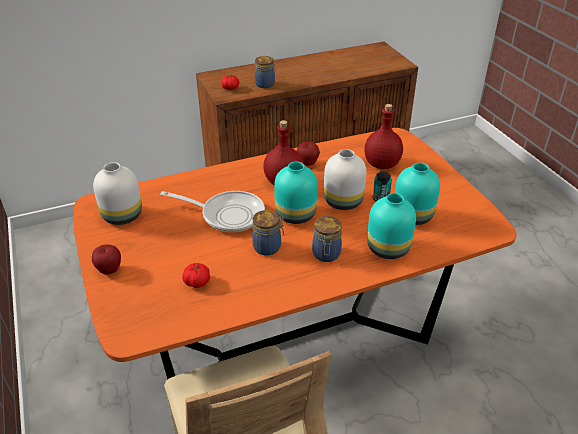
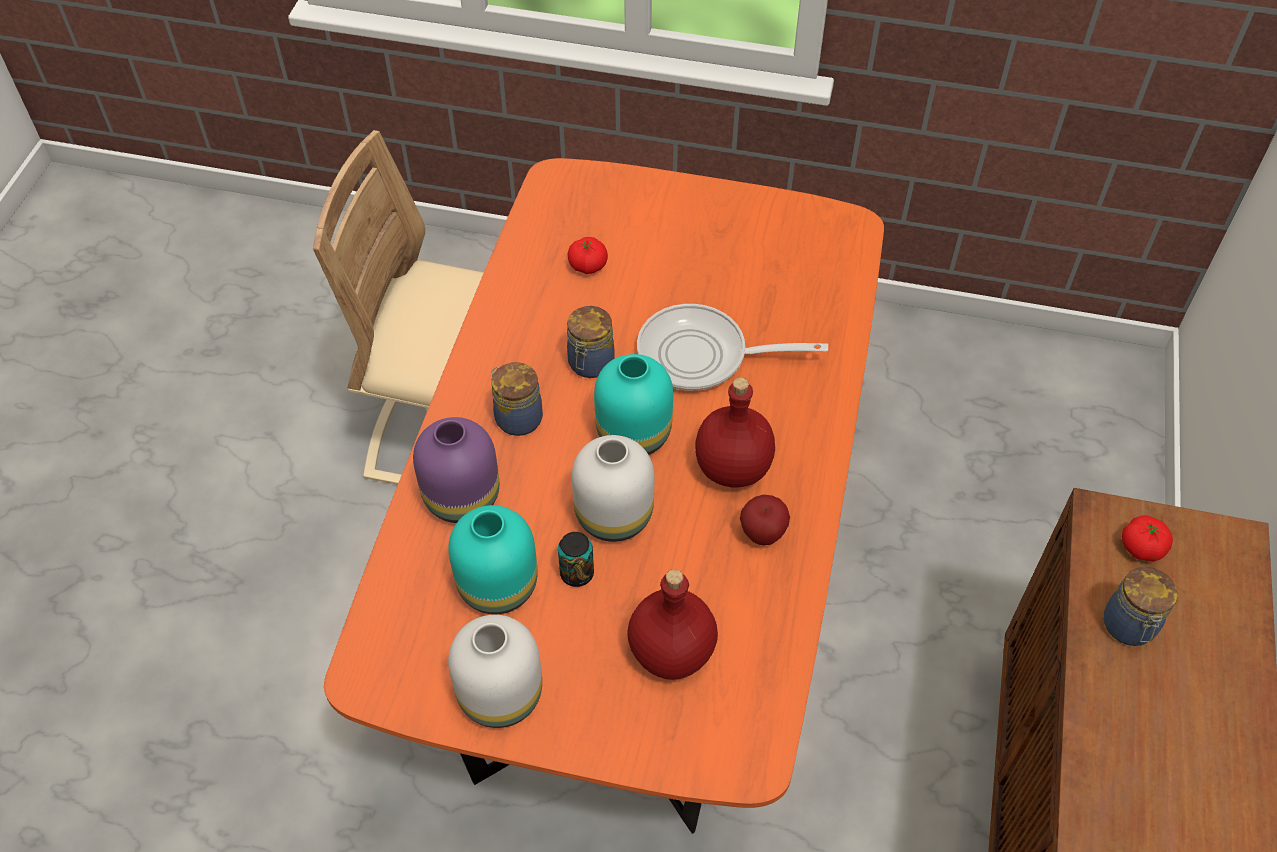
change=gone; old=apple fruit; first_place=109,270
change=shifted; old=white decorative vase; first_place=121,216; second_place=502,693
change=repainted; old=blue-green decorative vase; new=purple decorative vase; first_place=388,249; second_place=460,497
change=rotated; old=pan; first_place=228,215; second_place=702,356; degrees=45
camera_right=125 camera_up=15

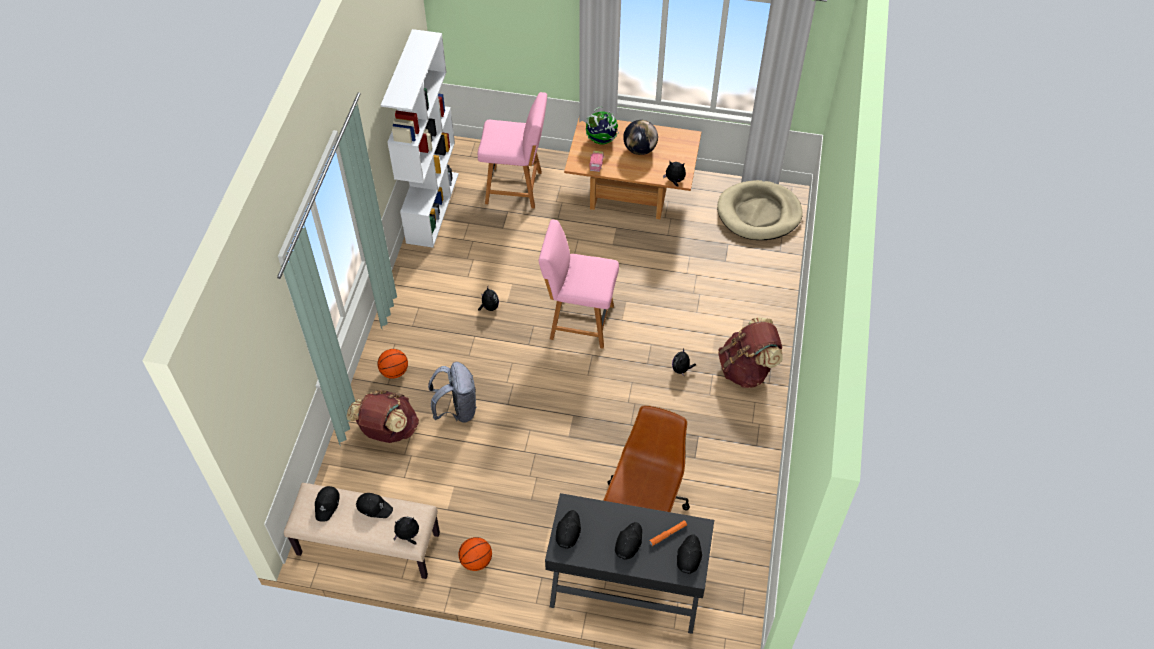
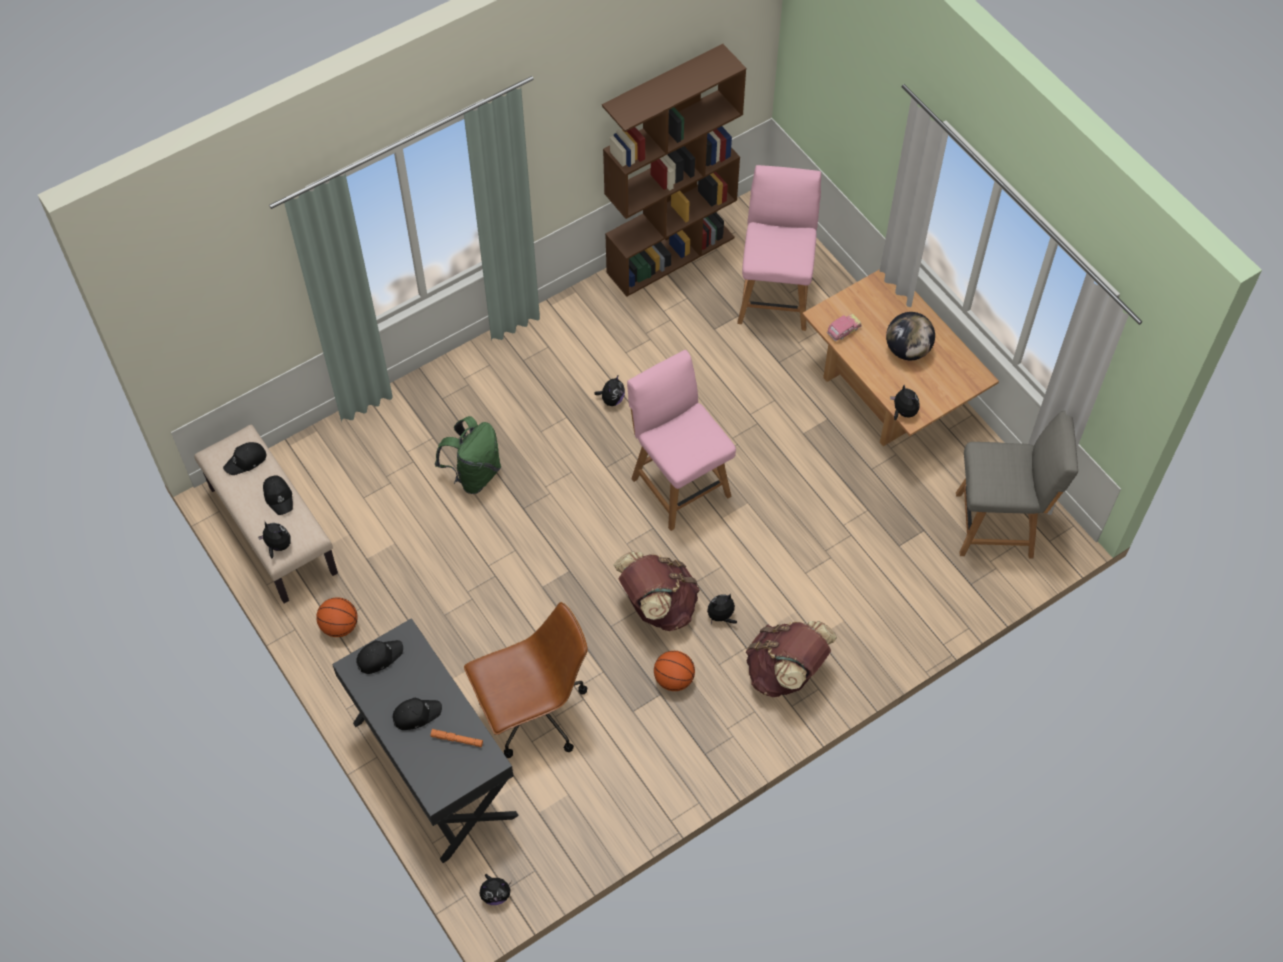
change=gone; old=globe; first_place=601,140
change=gone; old=black-coloured cap; first_place=688,555
change=new; new=cuddly toy; second_place=495,894
change=shifted; old=brown-coloured backpack; first_place=387,431; second_place=657,606
change=shifted; old=ball for basketball; first_place=394,372; second_place=673,679
change=swapped; old=beige-coloured dog cushion; new=greyish chair; first_place=759,213; second_place=998,525
change=repainted; old=white shelving unit; new=brown-coloured shelving unit; first_place=432,207; second_place=670,254
change=repainted; old=greyish backpack; new=greenish backpack; first_place=457,409; second_place=474,474
change=rotated; old=pink-coloured chair; first_place=516,188; second_place=774,297; degrees=-135
camera_right=45 camera_up=5

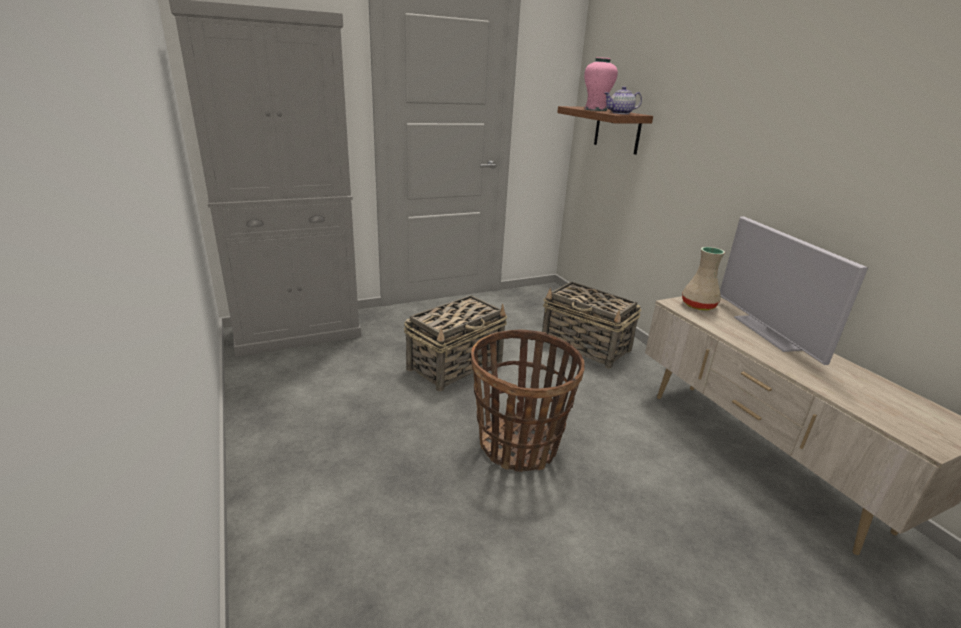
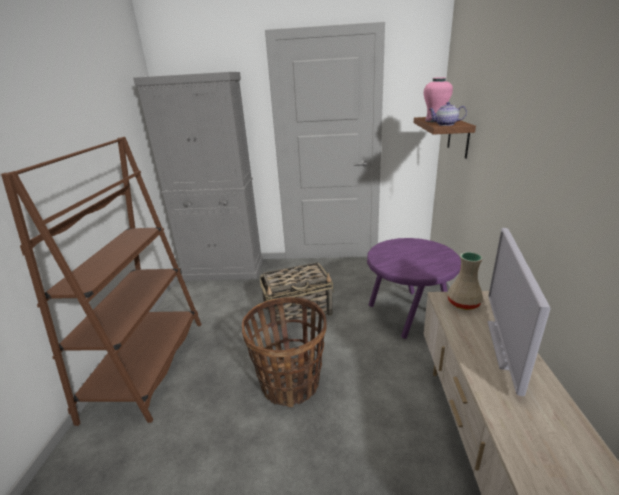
change=new; new=brown-coloured shelving unit; second_place=148,367
change=swapped; old=basket; new=purple accent table; first_place=586,346; second_place=408,315
camera_right=30 camera_up=0

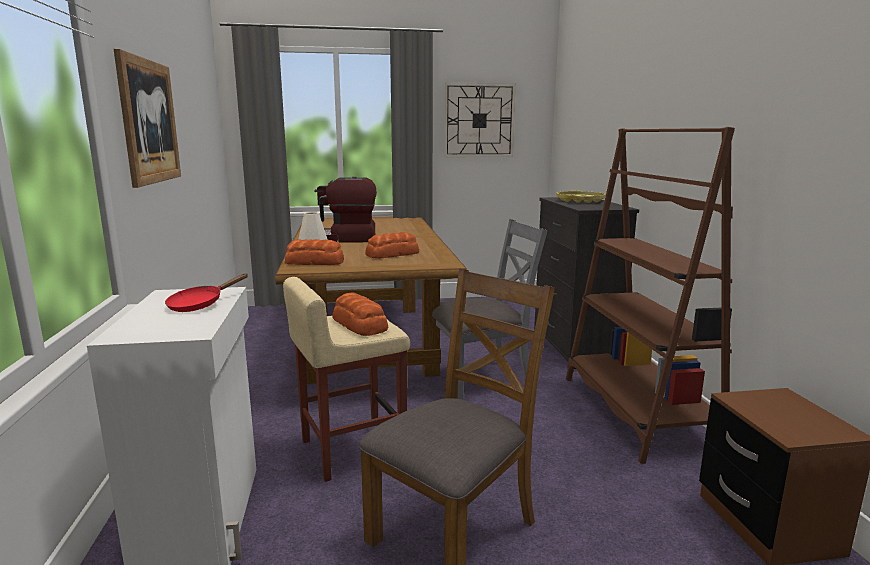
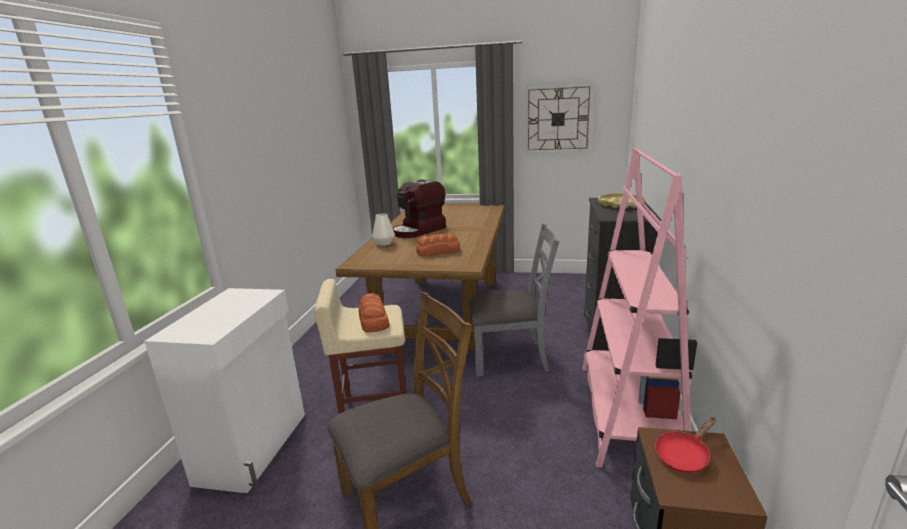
change=gone; old=picture; first_place=149,121
change=gone; old=bread; first_place=315,262
change=shifted; old=red pan; first_place=200,304; second_place=684,455
change=repainted; old=brown-coloured shelving unit; new=pink-coloured shelving unit; first_place=636,412; second_place=628,412
change=rotated; old=coffee maker; first_place=345,239; second_place=419,230; degrees=-60
camera_right=20 camera_up=5

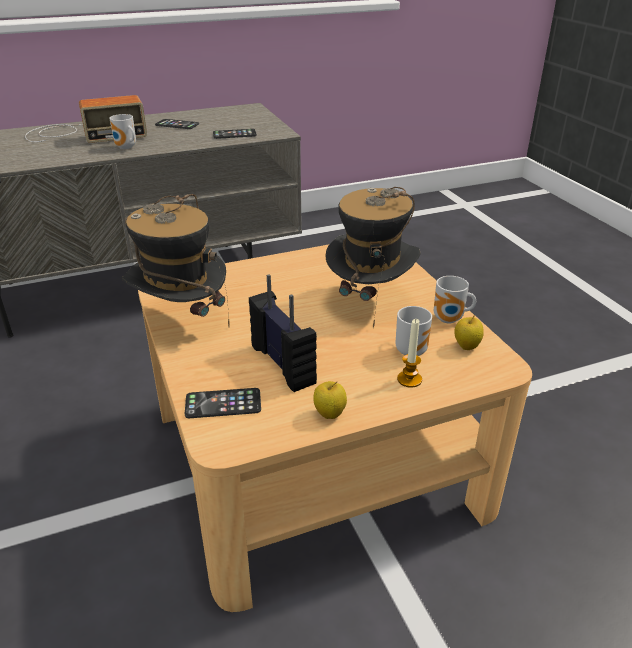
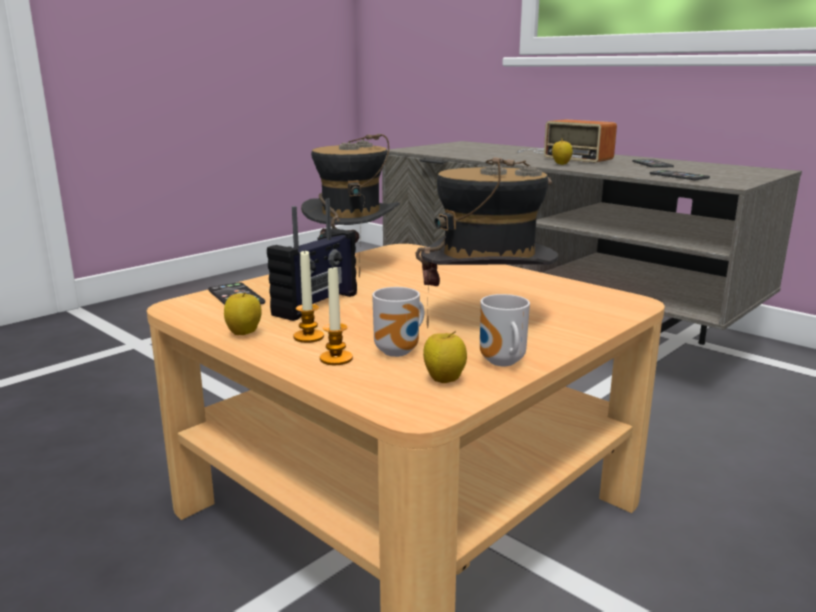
change=new; new=candle; second_place=308,337
change=swapped; old=coffee mug; new=apple fruit; first_place=126,147; second_place=561,164
camera_right=65 camera_up=-15

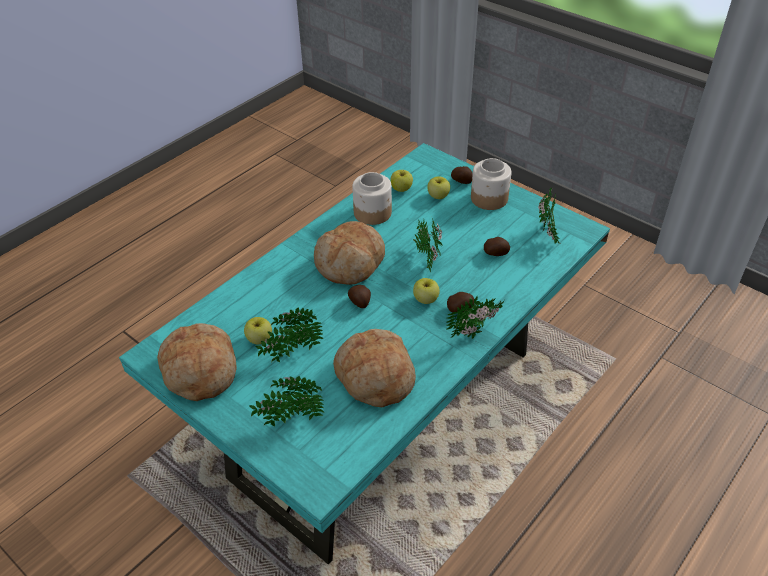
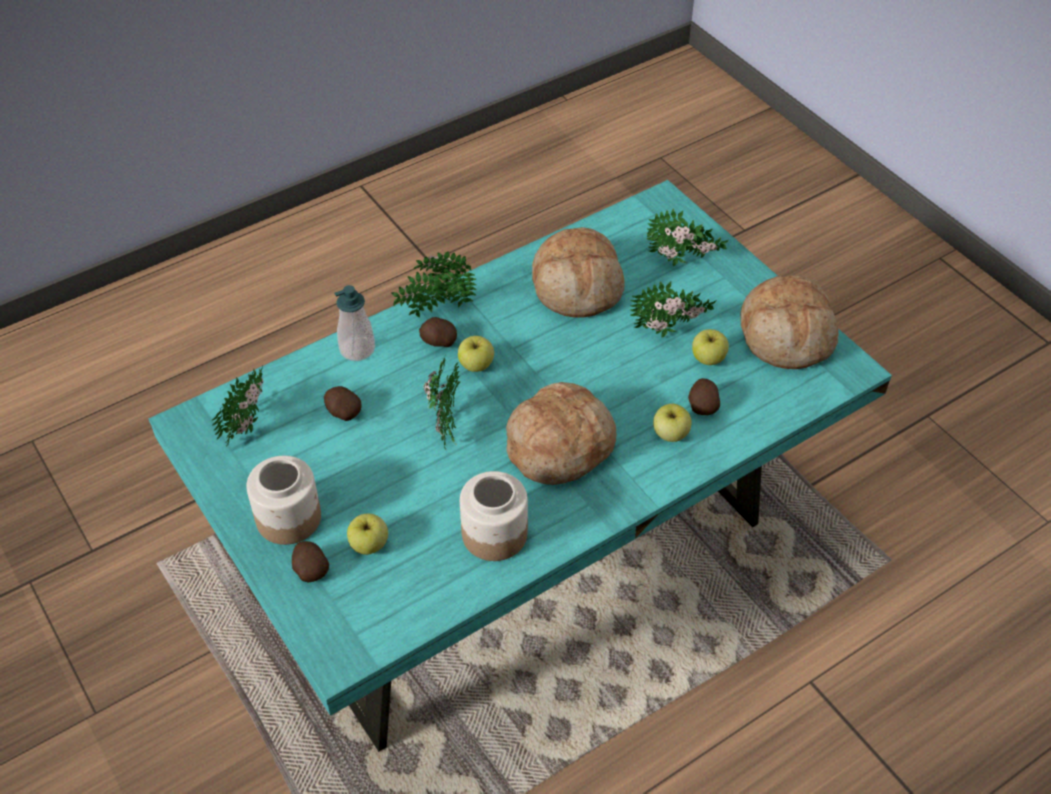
change=new; new=liquid soap bottle; second_place=357,349
change=shifted; old=potato; first_place=360,302; second_place=702,405
change=shifted; old=apple fruit; first_place=401,189; second_place=670,434
camera_right=-165 camera_up=5

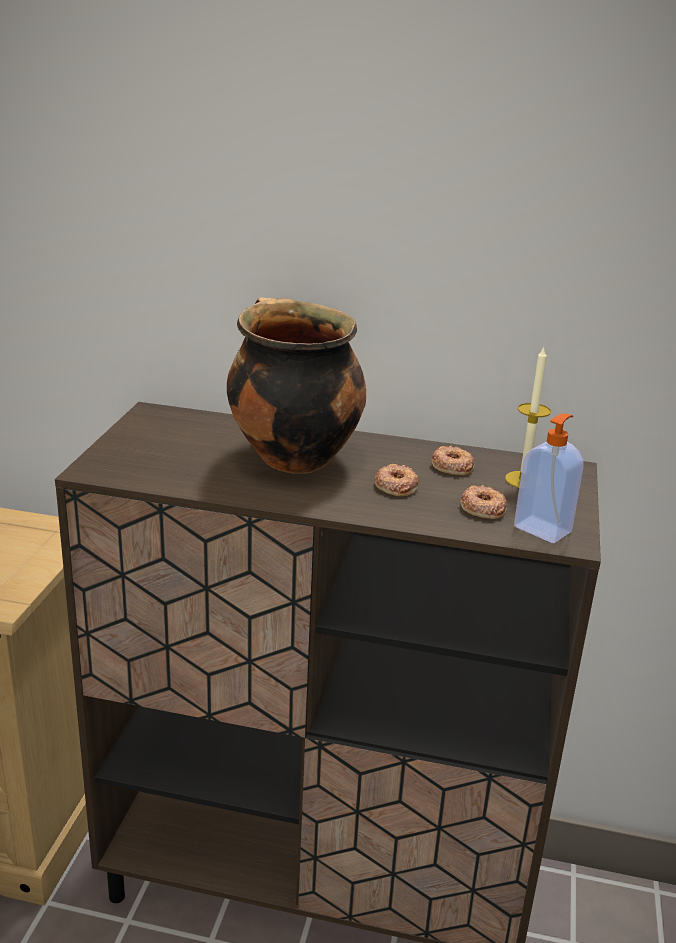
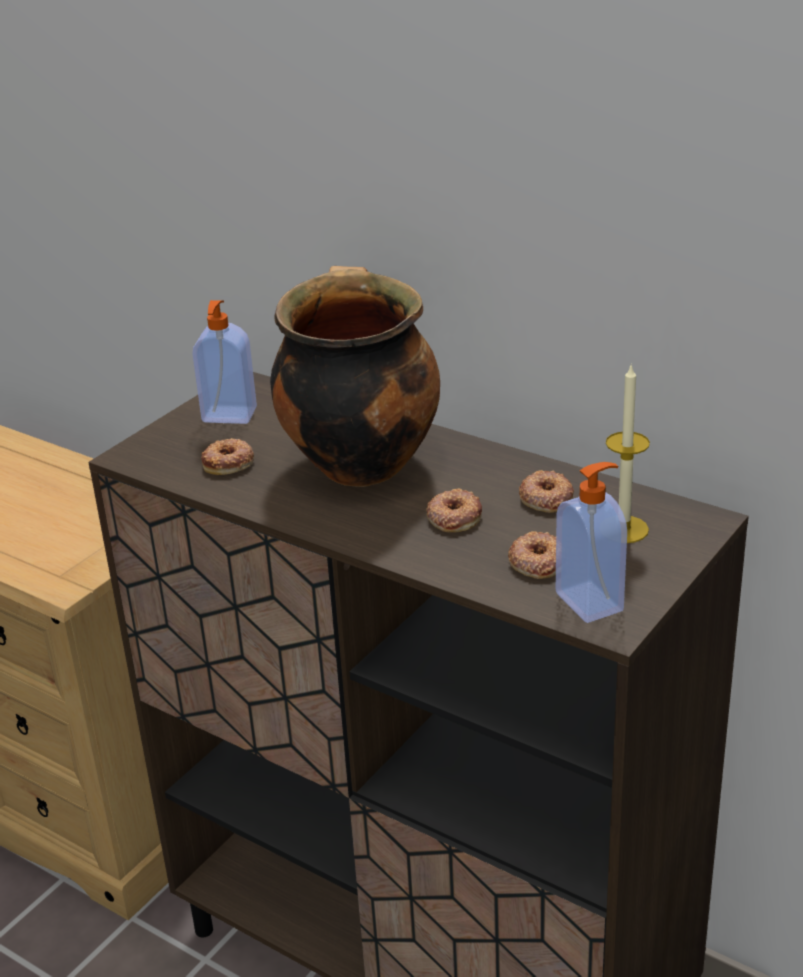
change=new; new=liquid soap bottle; second_place=229,416
change=new; new=donut; second_place=229,462
camera_right=25 camera_up=5

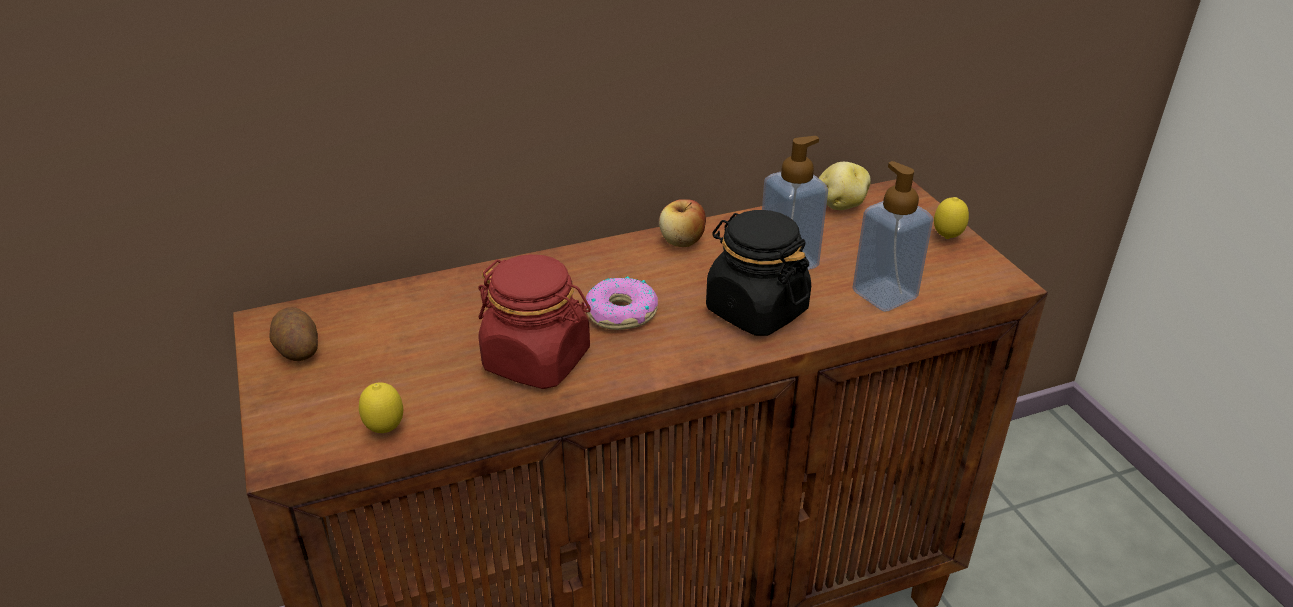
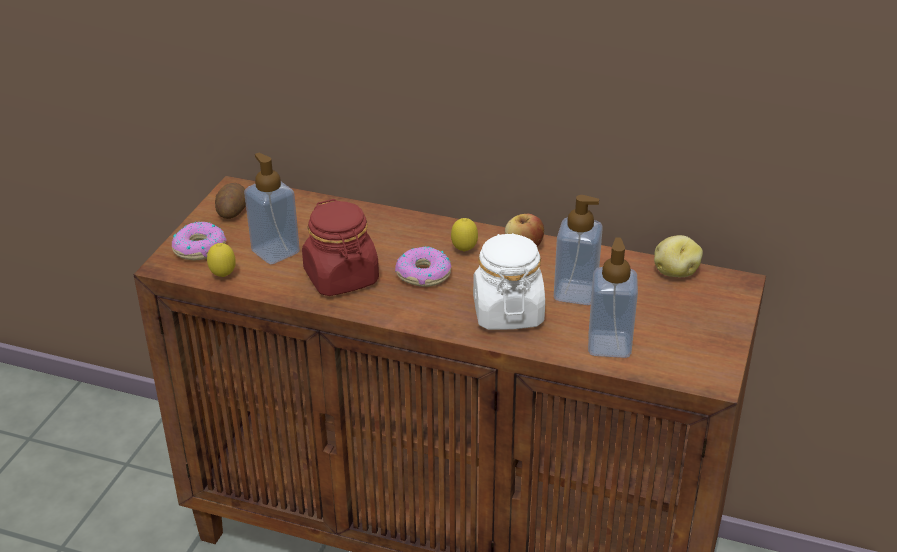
change=new; new=donut; second_place=199,248
change=new; new=liquid soap bottle; second_place=275,251
change=shifted; old=lemon; first_place=946,238; second_place=464,251
change=repainted; old=black-coloured storage jar; new=white storage jar; first_place=755,310; second_place=507,312
camera_right=40 camera_up=0

